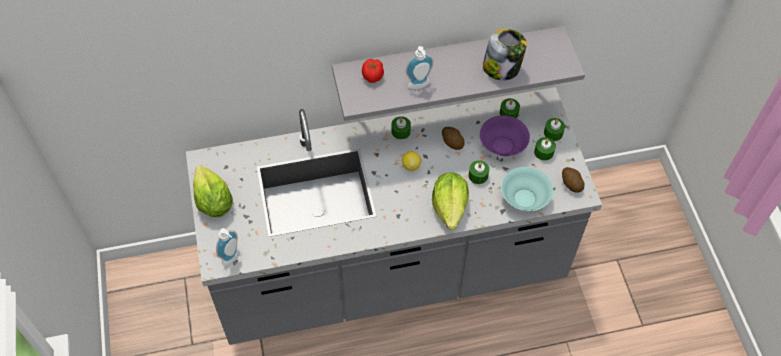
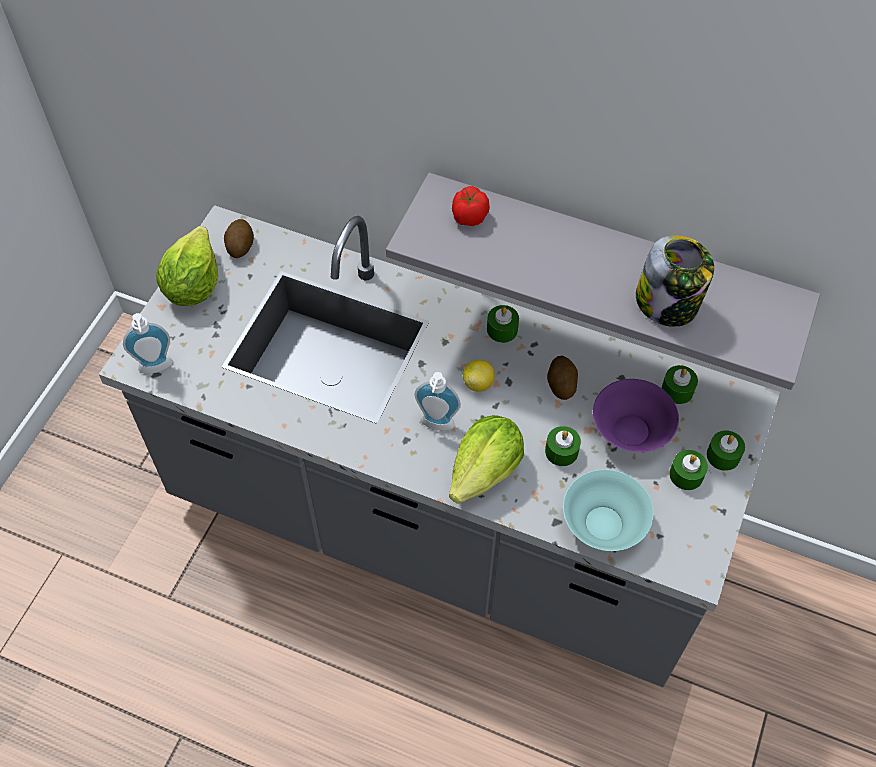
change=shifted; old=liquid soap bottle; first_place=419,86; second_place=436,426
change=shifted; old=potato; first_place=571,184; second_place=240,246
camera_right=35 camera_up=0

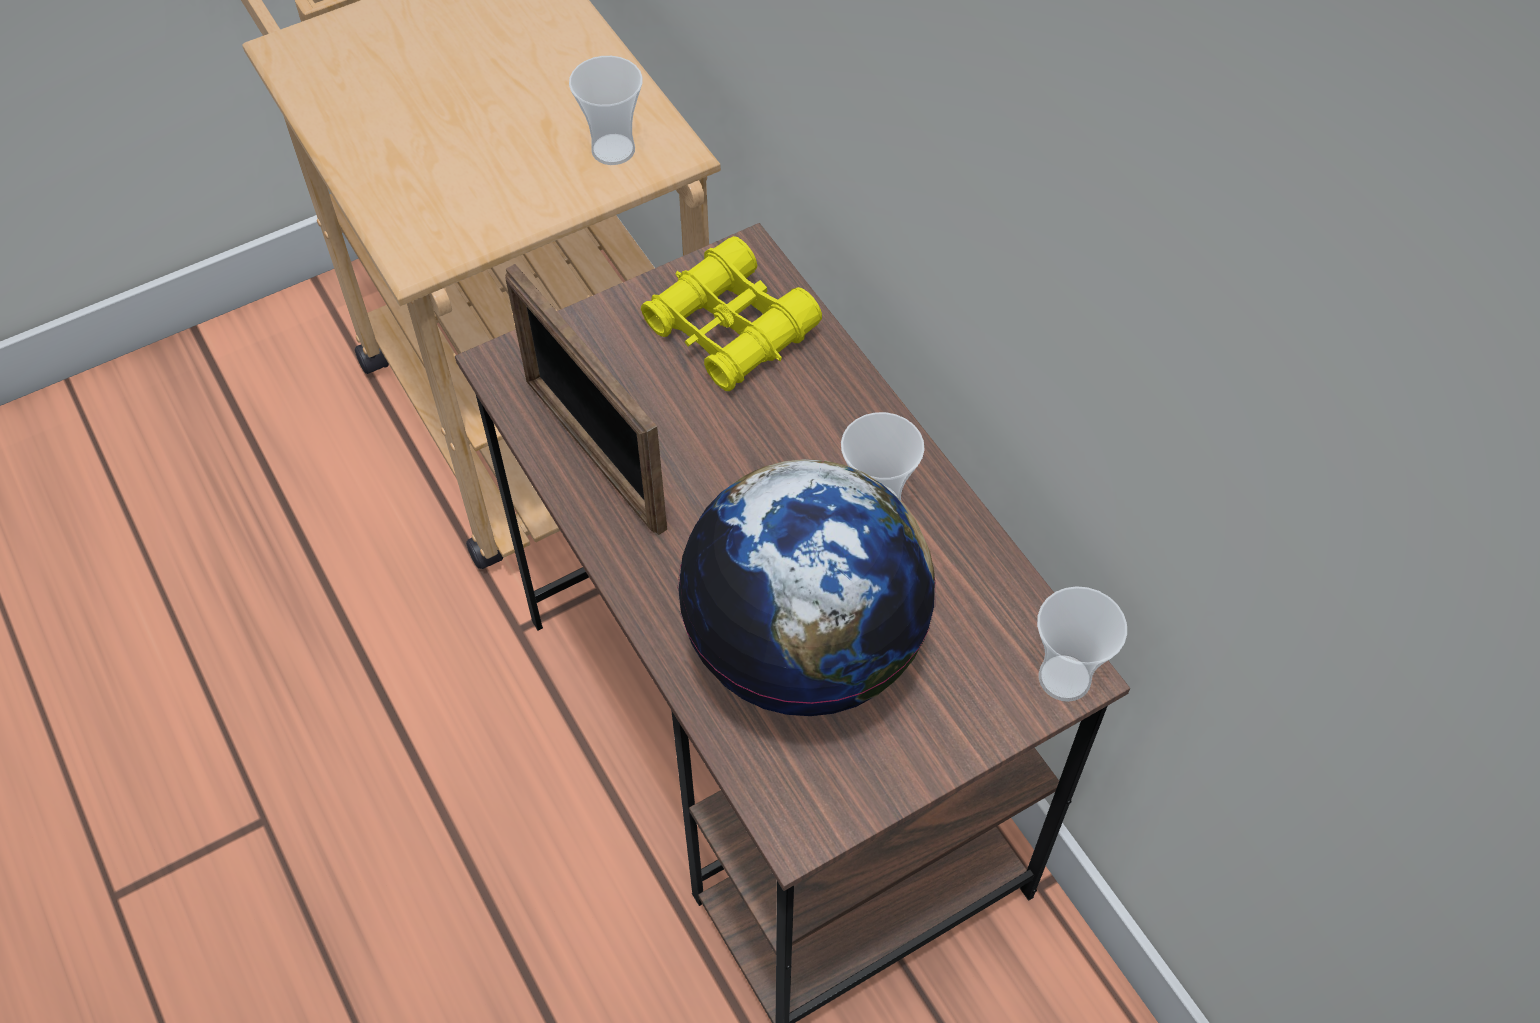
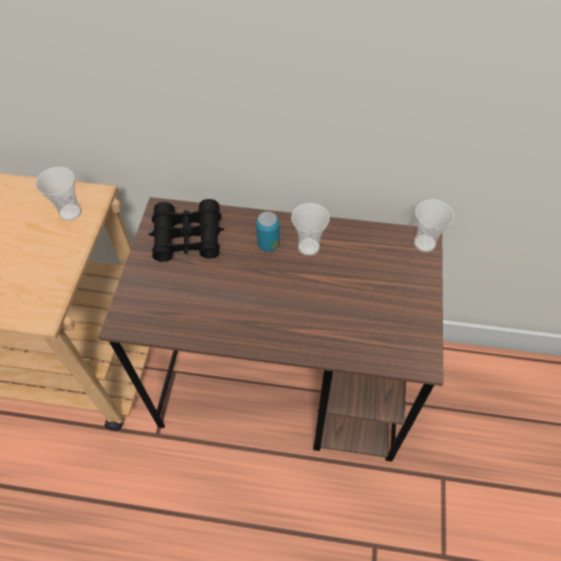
change=gone; old=picture frame; first_place=594,453
change=gone; old=globe; first_place=805,648
change=new; new=can; second_place=268,244
change=repainted; old=yellowish field glasses; new=black-coloured field glasses; first_place=730,329; second_place=188,237
camera_right=-50 camera_up=0

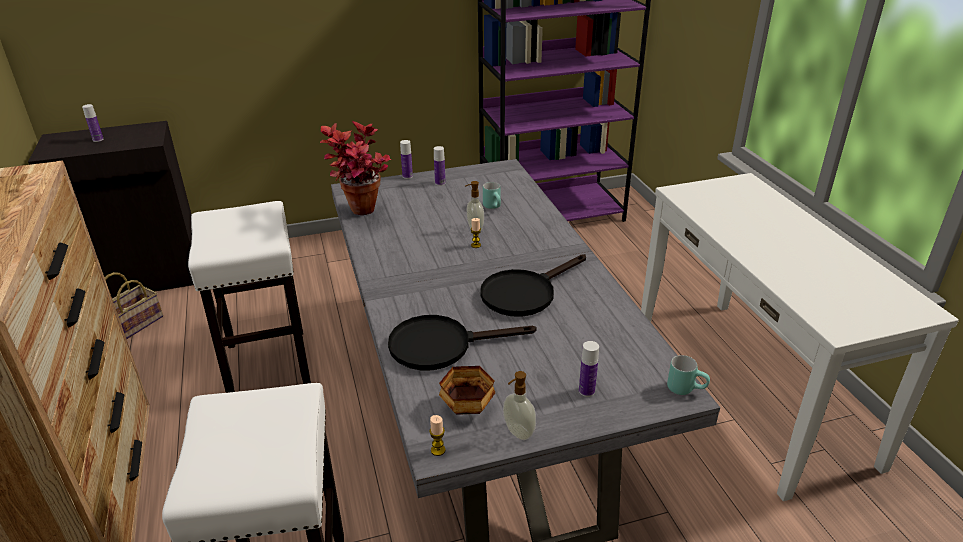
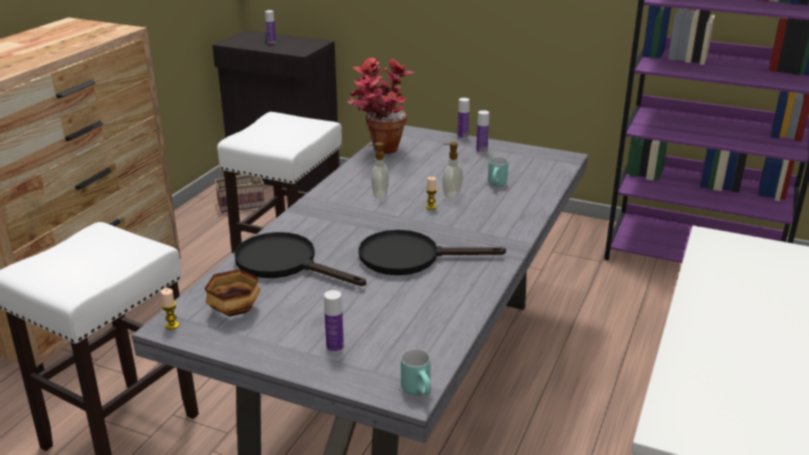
change=shifted; old=liquid soap bottle; first_place=517,432; second_place=379,195
camera_right=40 camera_up=-5

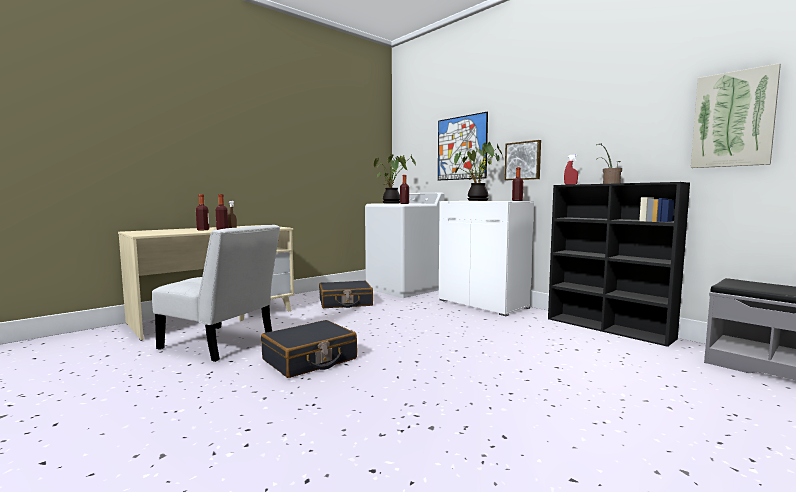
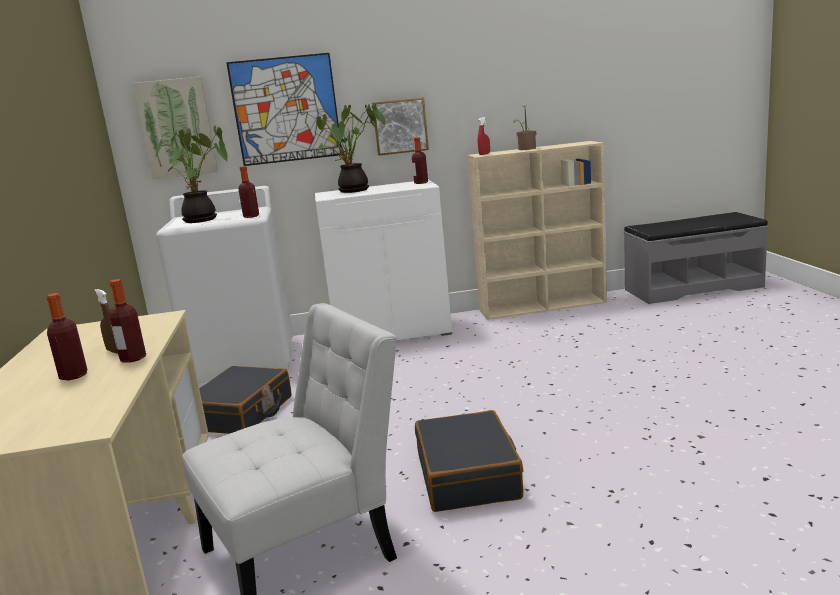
change=shifted; old=picture; first_place=733,119; second_place=177,128
change=repainted; old=black-coloured shelving unit; new=beige-coloured shelving unit; first_place=609,328; second_place=543,306
camera_right=-55 camera_up=10

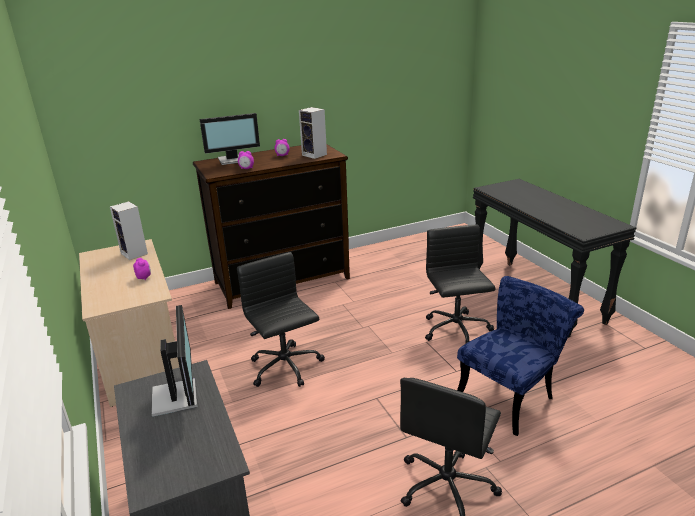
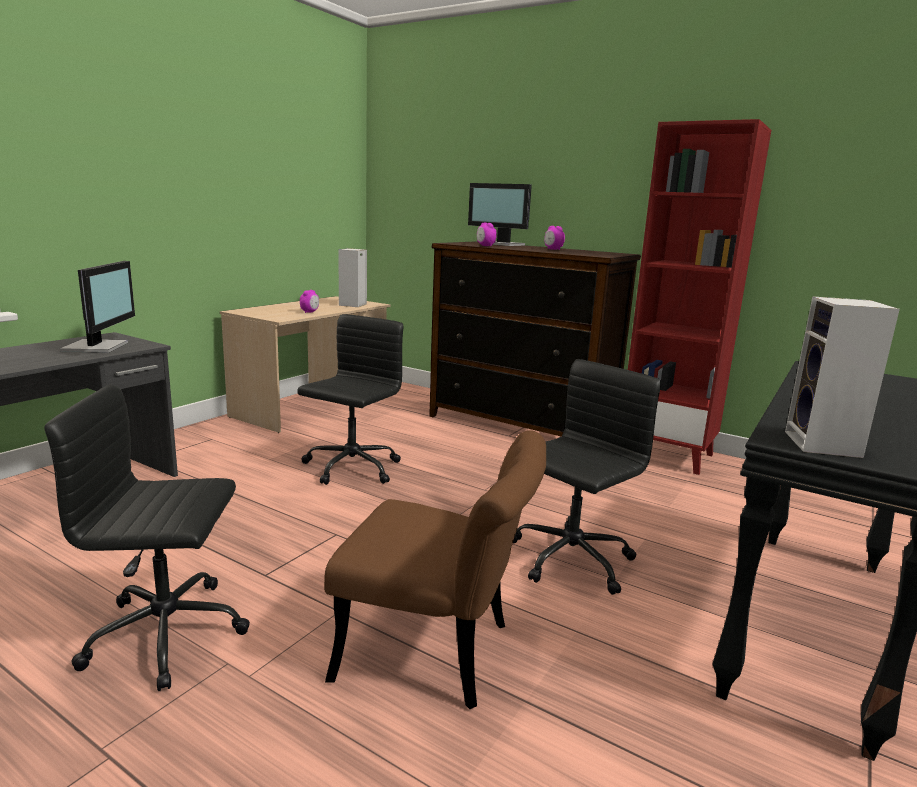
change=new; new=red shelving unit; second_place=668,455
change=shifted; old=speaker; first_place=315,155; second_place=825,445
change=repainted; old=bluish chair; new=brown-coloured chair; first_place=510,395; second_place=439,653
change=rotated; old=computer display; first_place=177,396; second_place=98,347; degrees=-45
camera_right=55 camera_up=-10

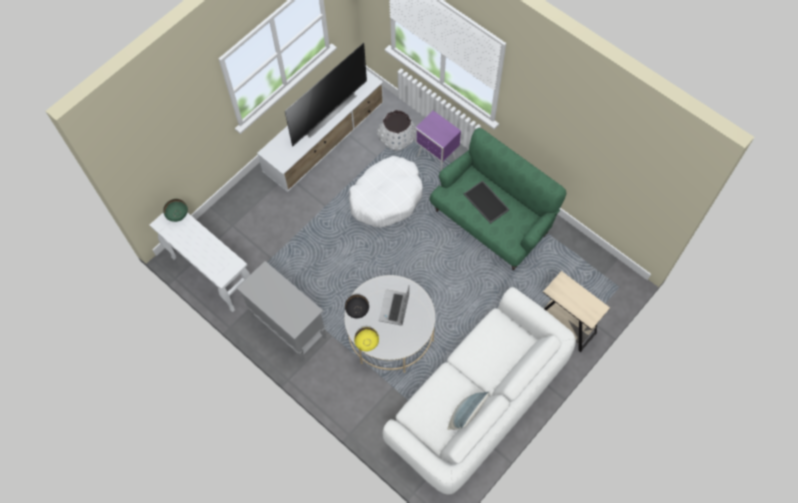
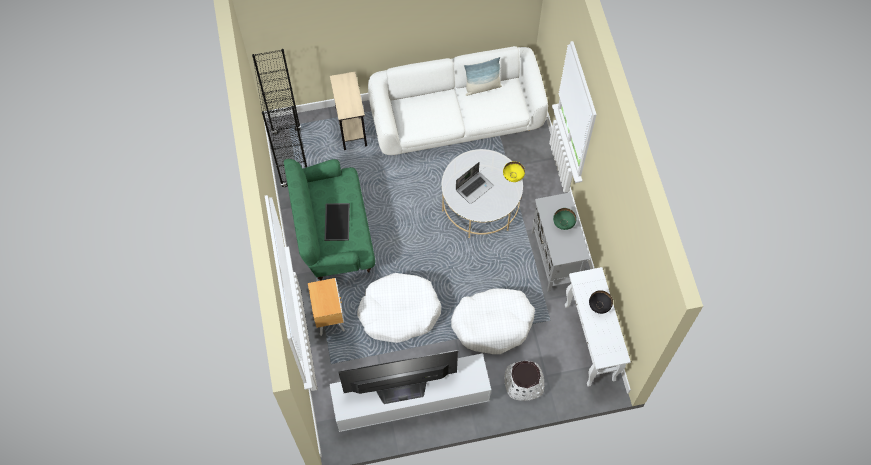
change=new; new=black-coloured shelving unit; second_place=291,157
change=new; new=white dog cushion; second_place=493,323
change=shifted; old=greenish serving bowl; first_place=178,216; second_place=563,223
change=shifted; old=black-coloured serving bowl; first_place=357,310; second_place=599,306
change=shifted; old=white flower pot; first_place=397,135; second_place=523,383
change=repainted; old=purple nightstand; new=brown-coloured nightstand; first_place=437,158; second_place=330,317
camera_right=-145 camera_up=0

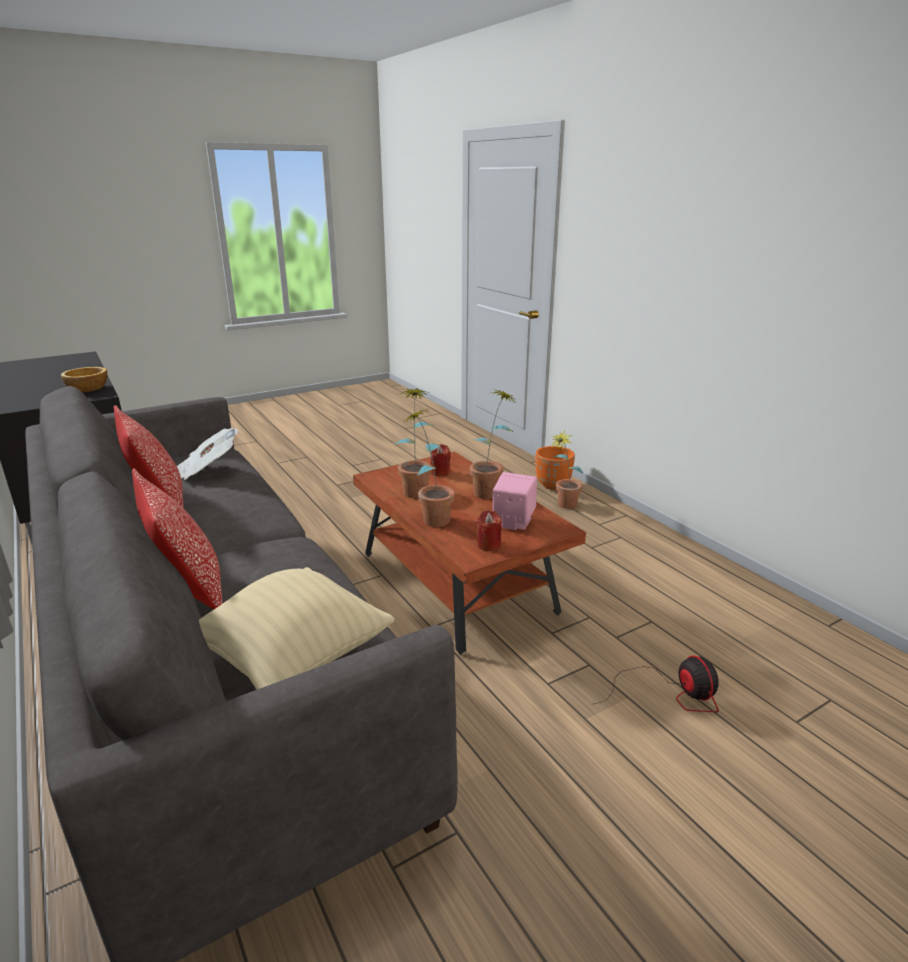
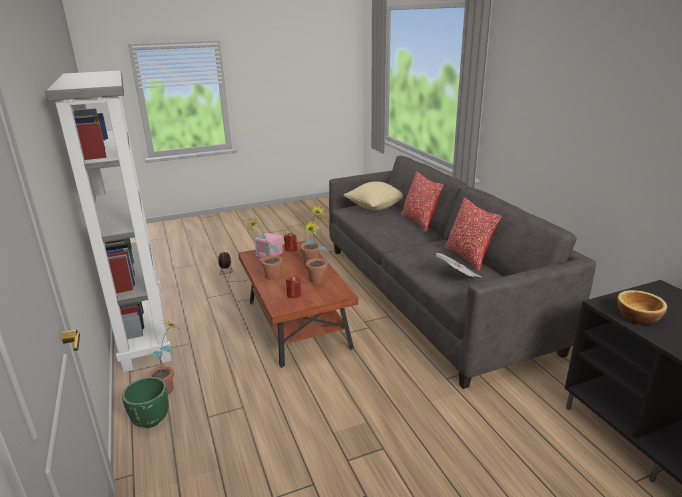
change=new; new=greyish shelving unit; second_place=143,330
change=repainted; old=orangey flower pot; new=greenish flower pot; first_place=552,485; second_place=151,420
camera_right=-170 camera_up=0

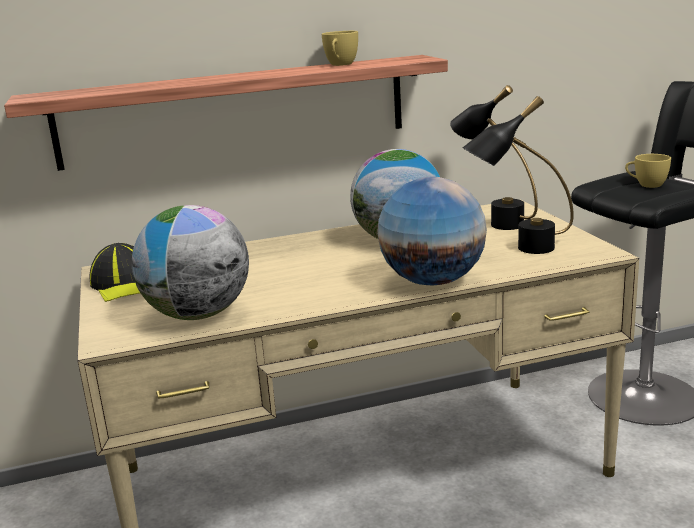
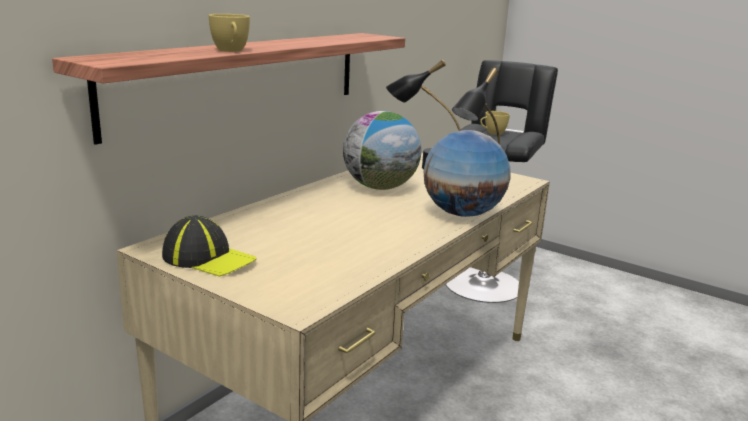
change=gone; old=globe; first_place=198,315
change=shifted; old=yellowish drinking cup; first_place=340,65; second_place=231,51
camera_right=-40 camera_up=0

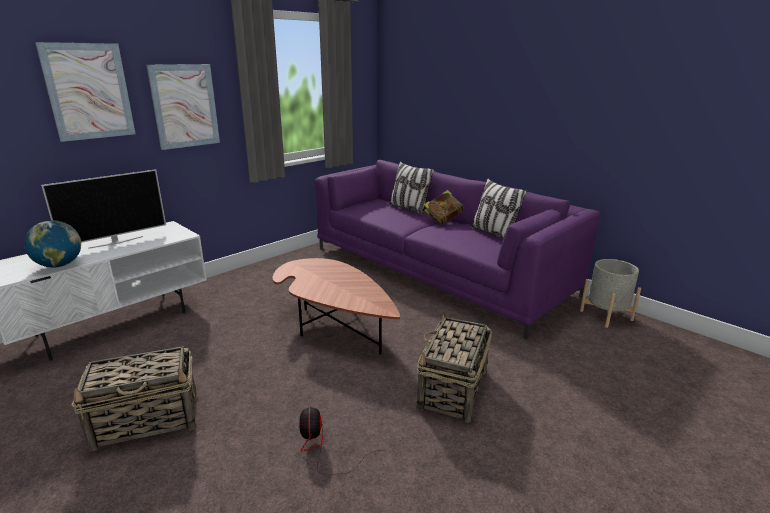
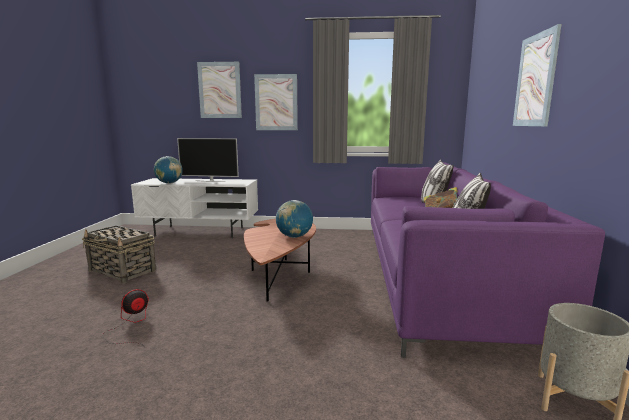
change=gone; old=basket; first_place=452,390
change=new; new=globe; second_place=294,236
change=new; new=picture; second_place=535,80
camera_right=50 camera_up=-10

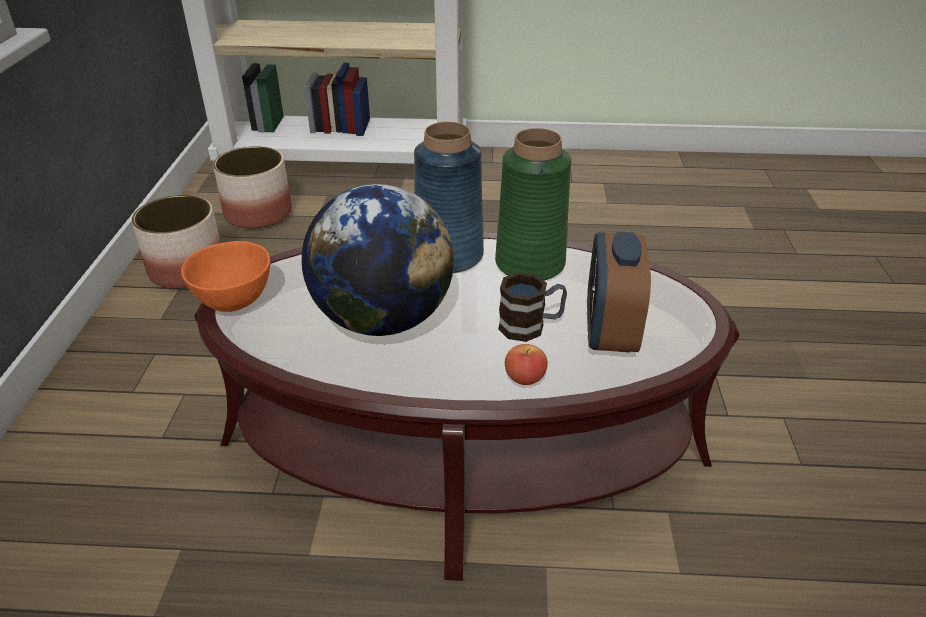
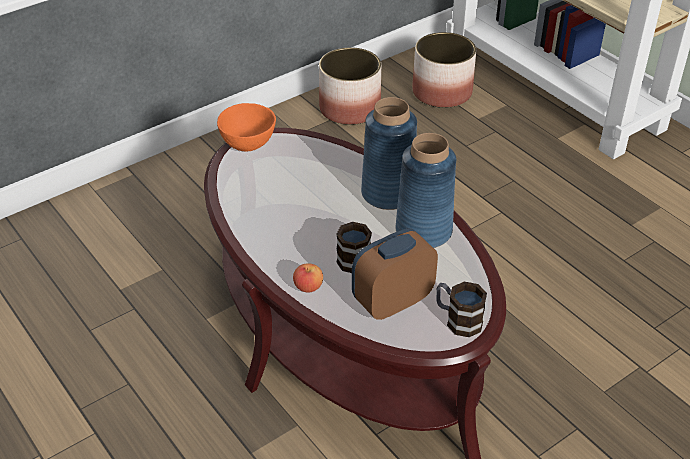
change=gone; old=globe; first_place=383,319
change=new; new=coffee mug; second_place=457,319
change=repainted; old=greenish decorative vase; new=bluish decorative vase; first_place=530,263; second_place=424,231
camera_right=50 camera_up=5

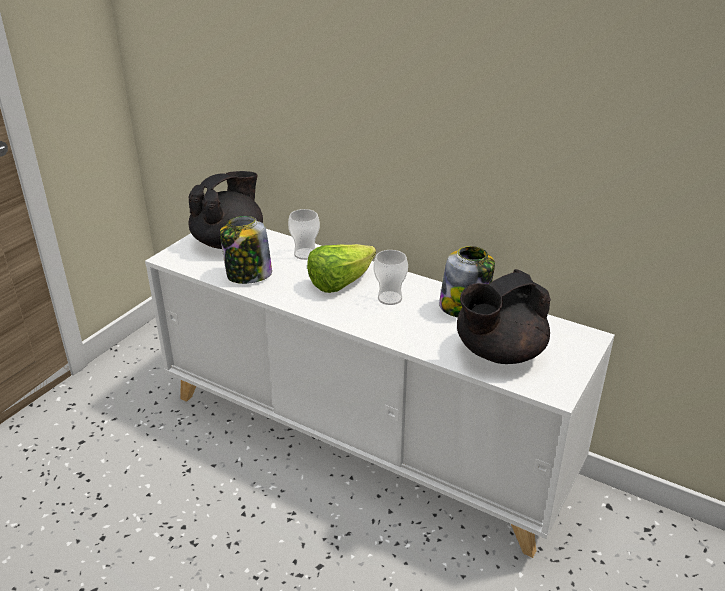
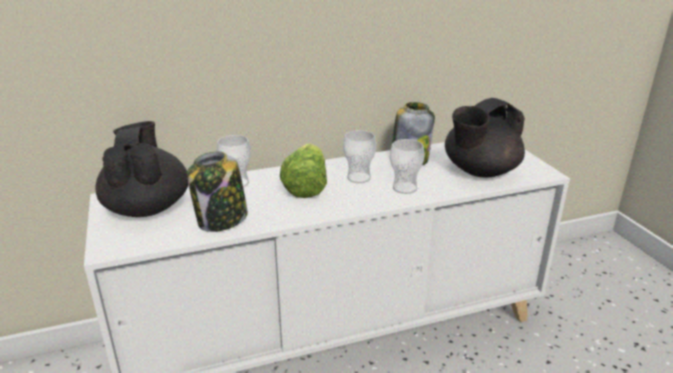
change=new; new=drinking cup; second_place=404,188
change=rotated; old=black-coloured pot for tea; first_place=498,353; second_place=479,171; degrees=45
camera_right=-50 camera_up=-5

